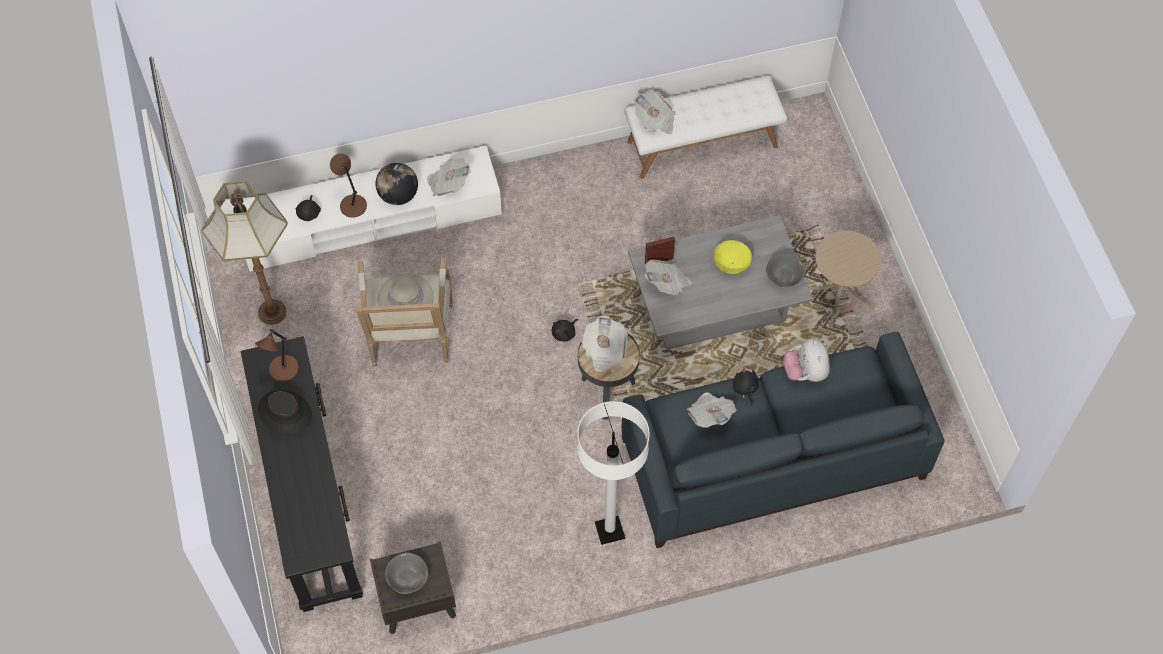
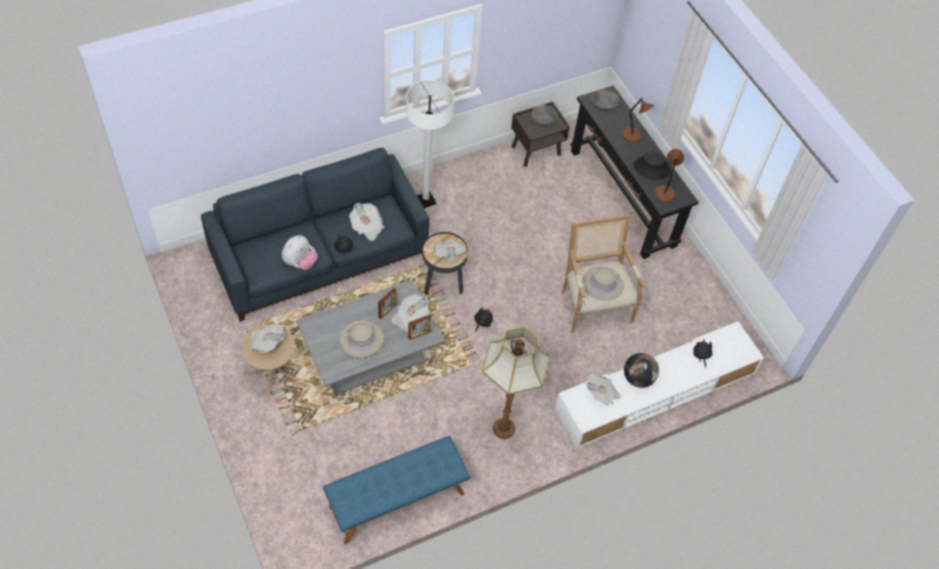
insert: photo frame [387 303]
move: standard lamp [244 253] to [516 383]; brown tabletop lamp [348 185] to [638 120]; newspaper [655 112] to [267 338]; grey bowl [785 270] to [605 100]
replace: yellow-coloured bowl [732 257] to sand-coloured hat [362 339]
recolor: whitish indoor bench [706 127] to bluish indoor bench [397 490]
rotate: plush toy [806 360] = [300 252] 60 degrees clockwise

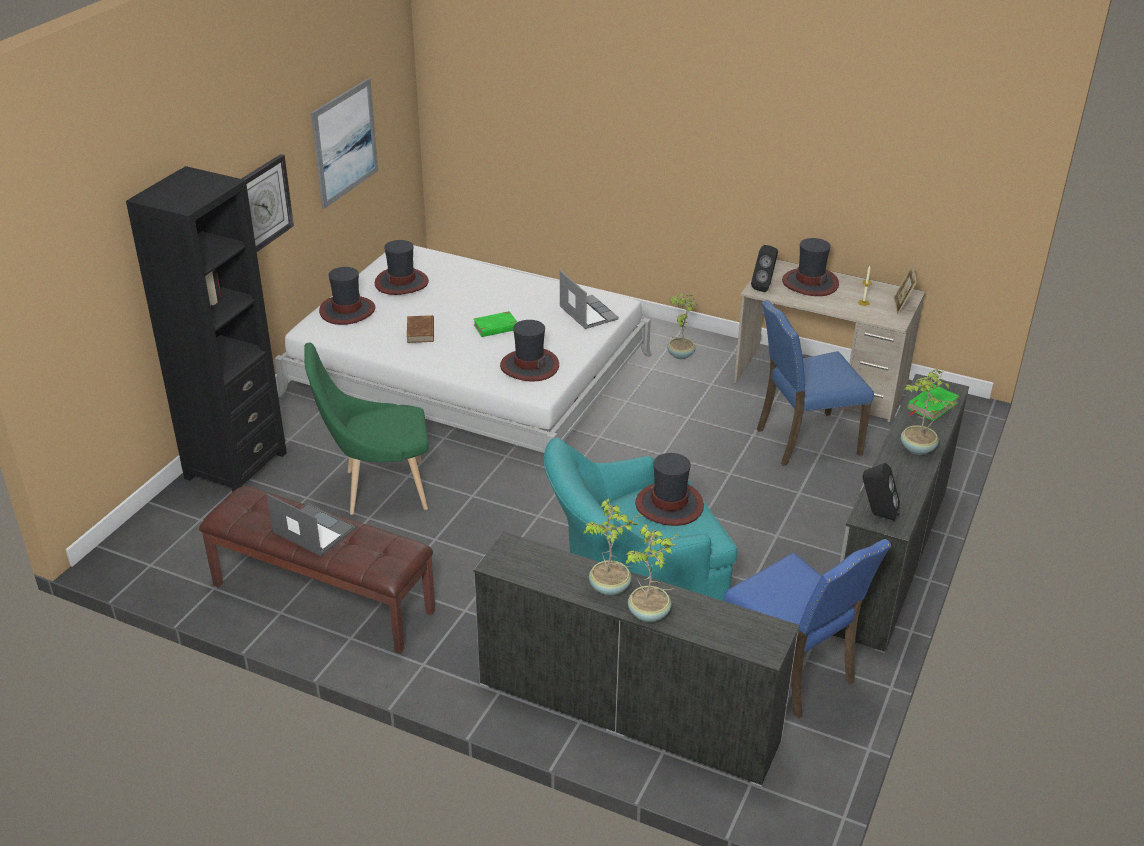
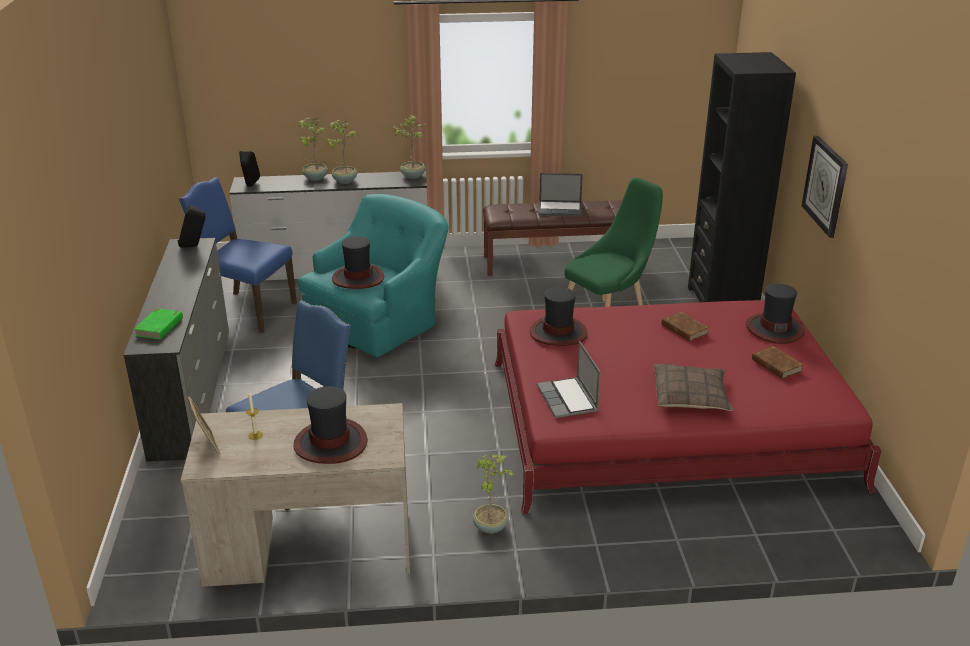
delete: wall art [344 143]; greenish volume [495 324]
insert: cushion [693 387]
move: black-coloured speaker [764 268] to [249 169]; plant in a pot [927 411] to [410 147]
replace: hat [402 267] to brown volume [778 363]
recolor: whitish bedroom bed [463 349] to reddish bedroom bed [688 407]
rotate: portable computer [589 299] = [569 379] 45 degrees clockwise

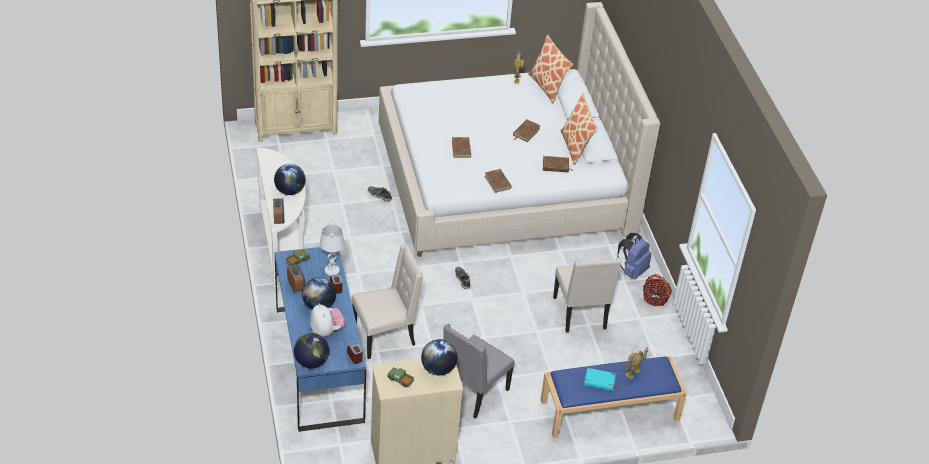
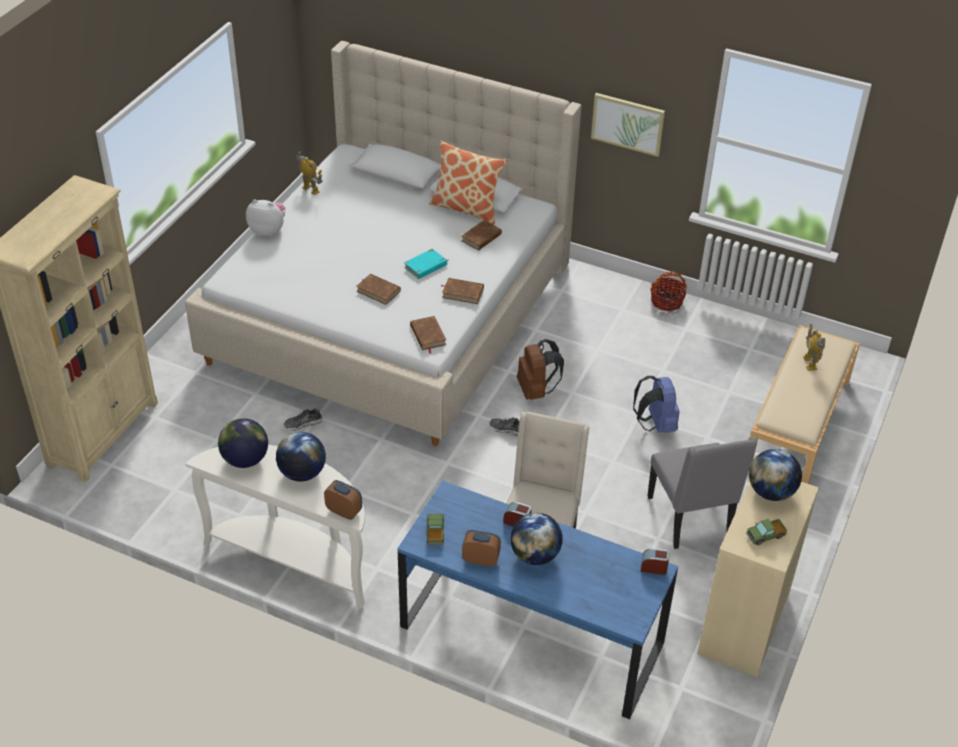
delete: whitish tabletop lamp [332 250]; cushion [550 69]; sand-coloured plain chair [587 295]
insert: brown knapsack [540 369]; wall art [628 125]
move: globe [311 350] to [243 443]; plush toy [327 320] to [266 218]; brown volume [527 130] to [428 335]; turquoise volume [601 379] to [426 264]; bluish knapsack [634 256] to [656 404]
recolor: bluish indoor bench [614 397] to sand-coloured indoor bench [804 404]

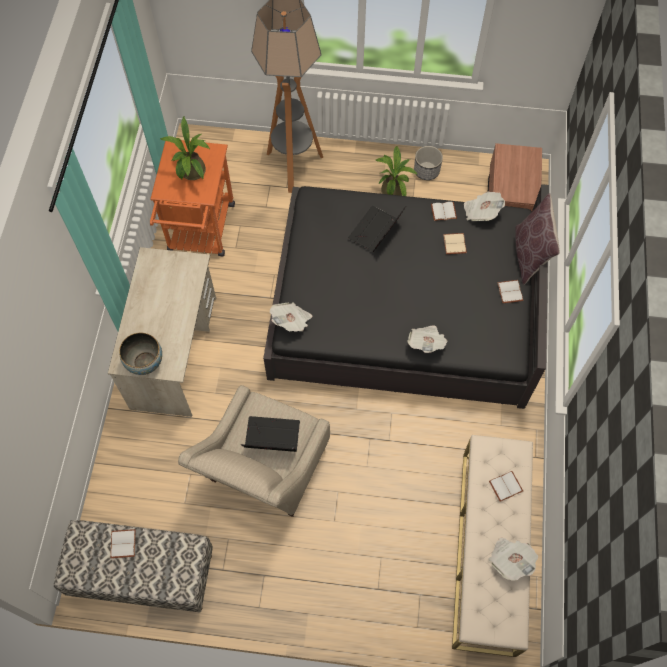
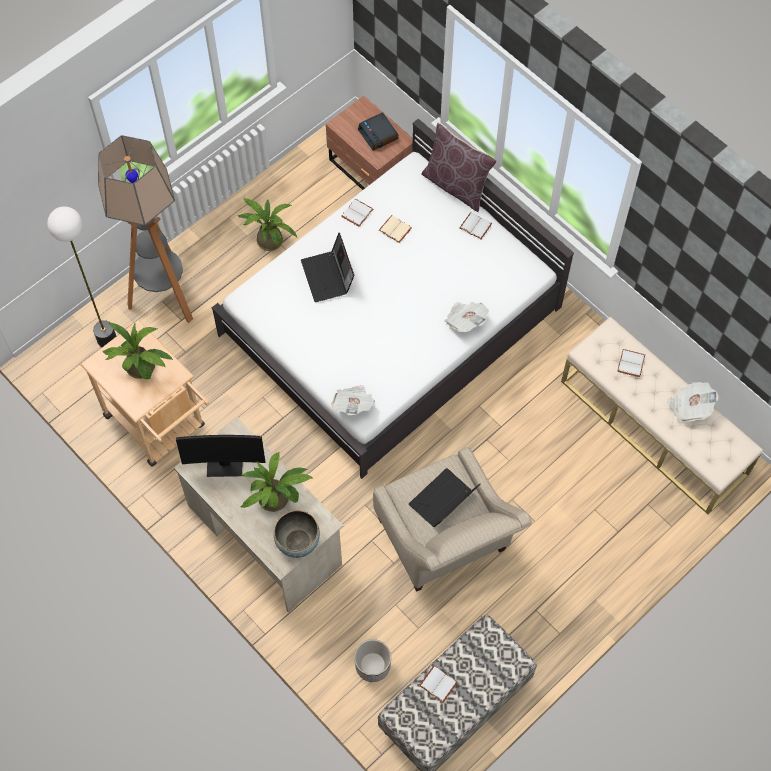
delete: newspaper [484 206]
insert: standard lamp [81 276]; monitor [220 456]; plant in a pot [277 482]; bedside clock [378 131]
move: planter [428 163] to [372 660]
recolor: orangey trolley [192 198] to sand-coloured trolley [144 393]; black-coloured bedroom bed [406 296] to whitish bedroom bed [393 299]

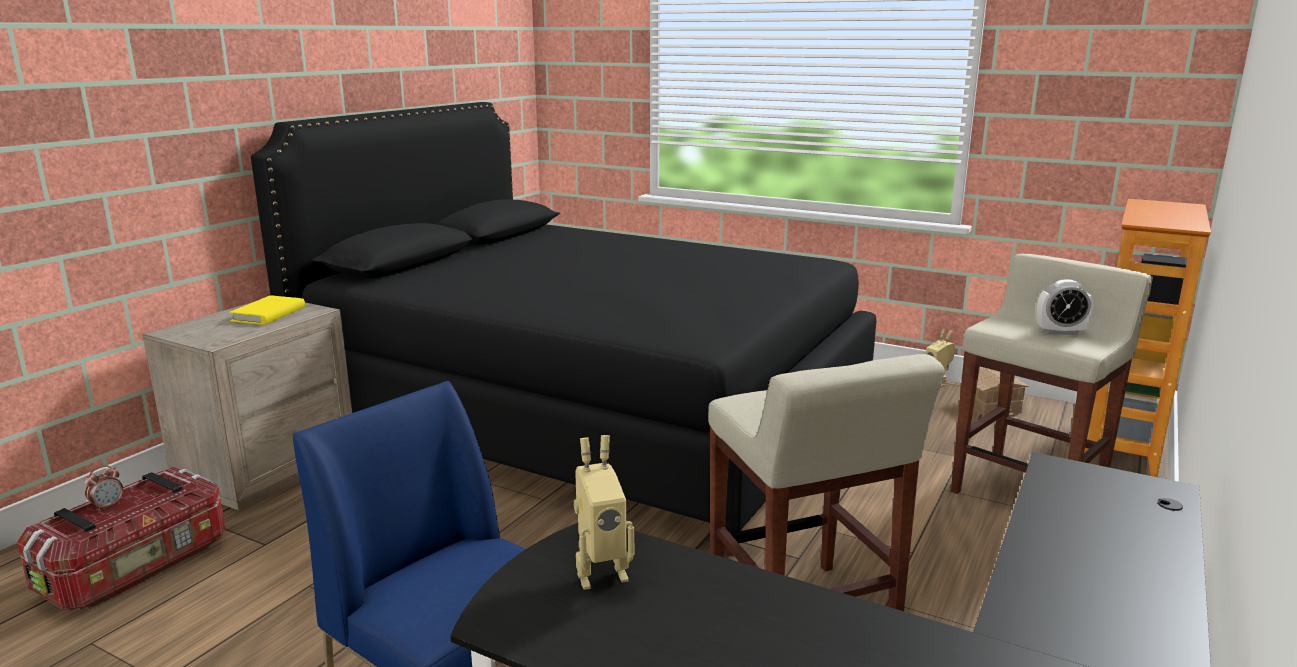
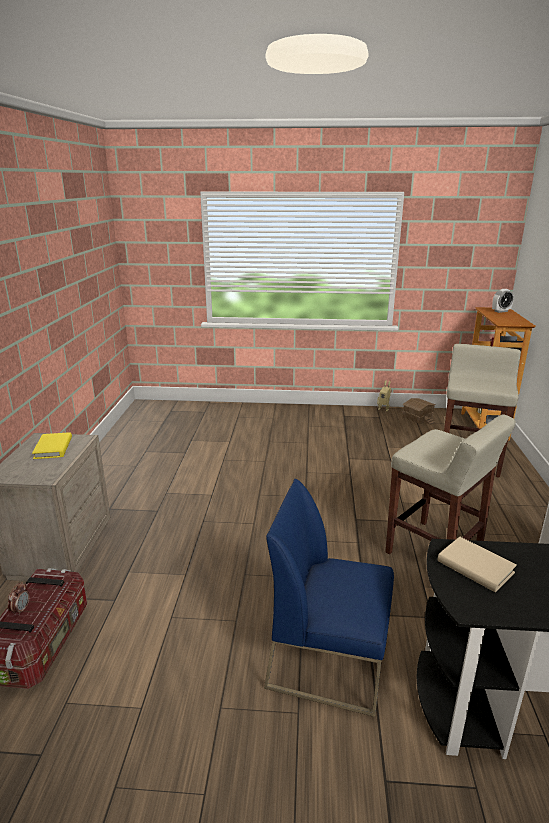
delete: black-coloured bedroom bed [564 329]
move: bedside clock [1065 307] to [503 301]
replace: model robot [604 512] to sand-coloured volume [477 565]

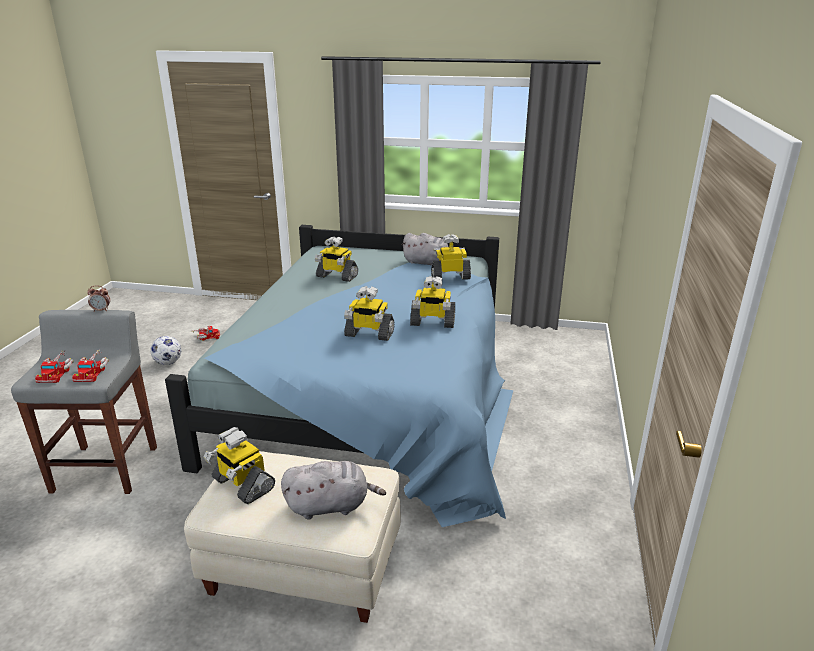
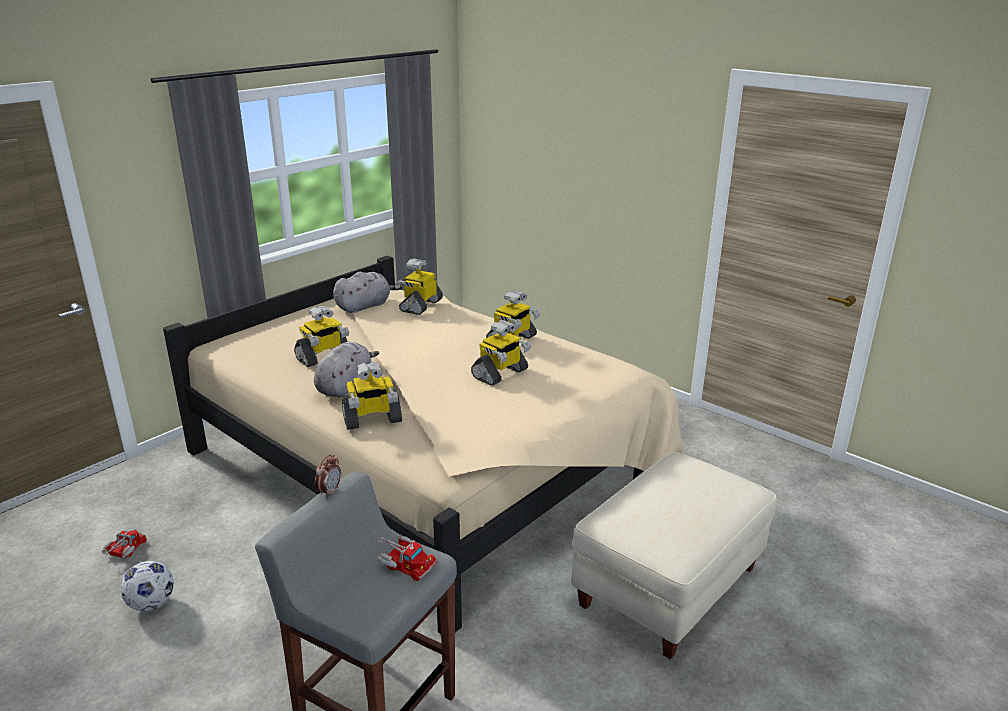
delete: toy lorry [54 366]
move: model robot [239 465] to [372 396]; grey plush toy [333 490] to [346 369]
recolor: bluish bedroom bed [339 376] to sand-coloured bedroom bed [423 445]

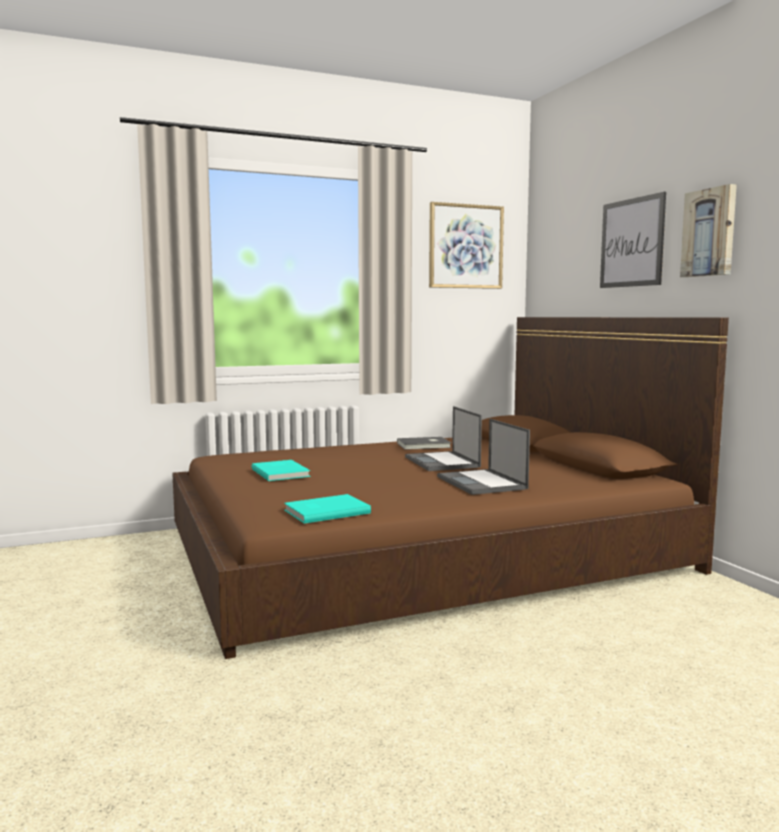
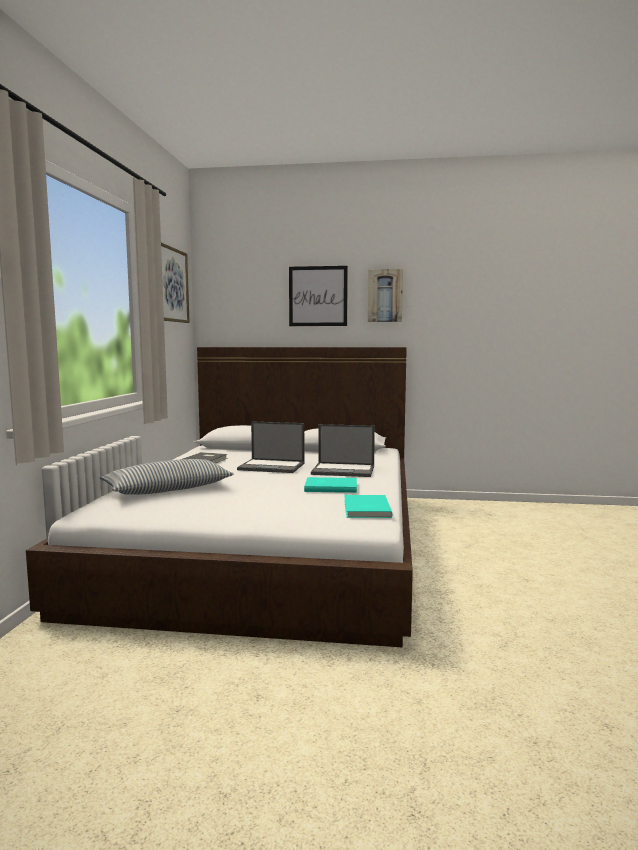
insert: cushion [167 477]
move: turquoise volume [280 470] to [330 485]
recolor: brown bedroom bed [450 488] to whitish bedroom bed [219 497]

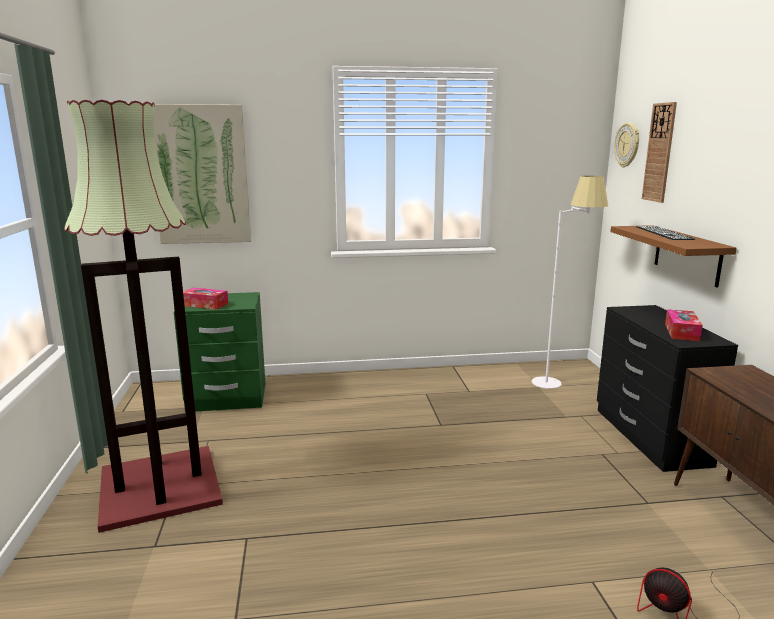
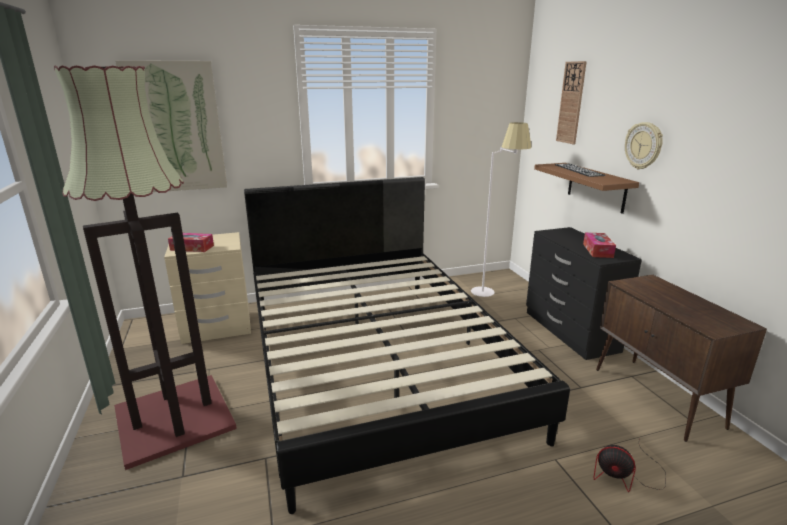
insert: black-coloured bedroom bed [407 345]
move: wall clock [626 145] to [644 145]
recolor: greenish night table [219 352] to sand-coloured night table [207 288]

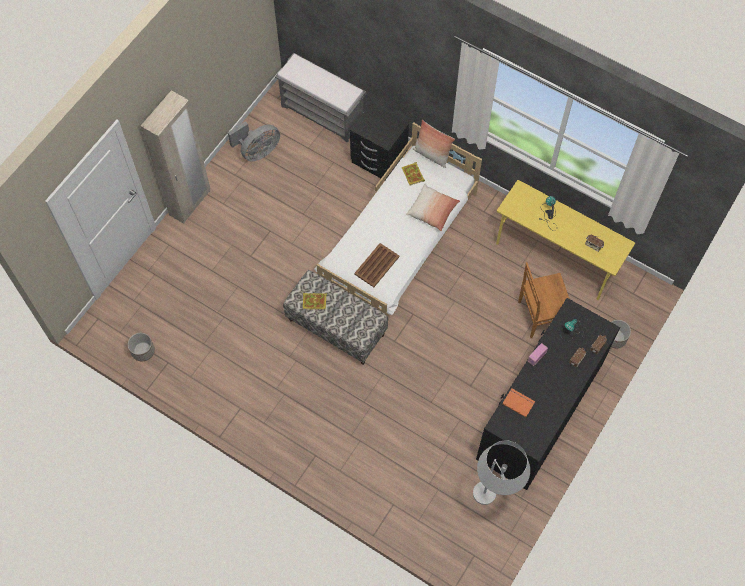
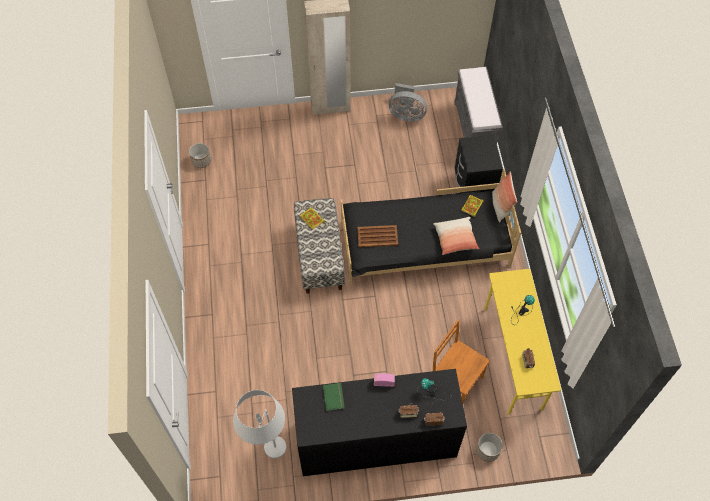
recolor: whitish bedroom bed [398 219] to black-coloured bedroom bed [431 227]; orangey volume [518 402] to greenish volume [334 397]

